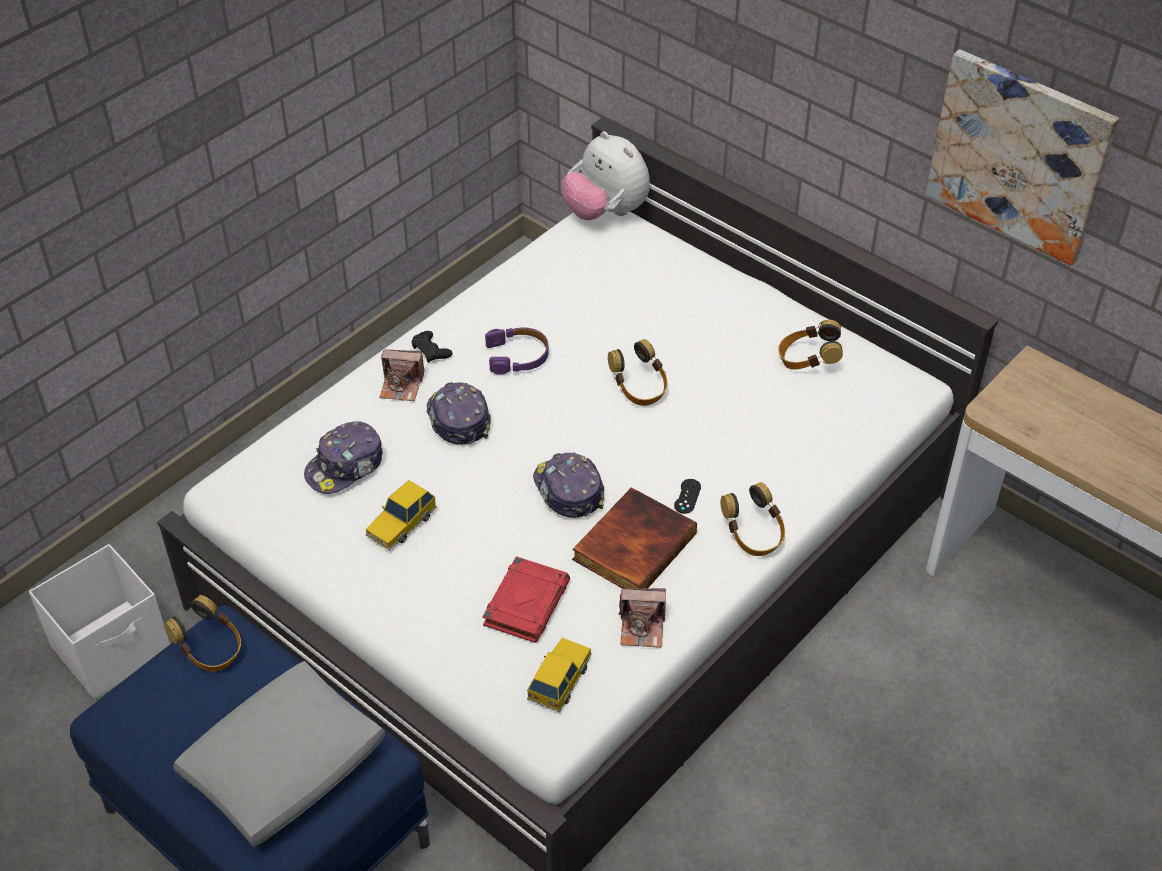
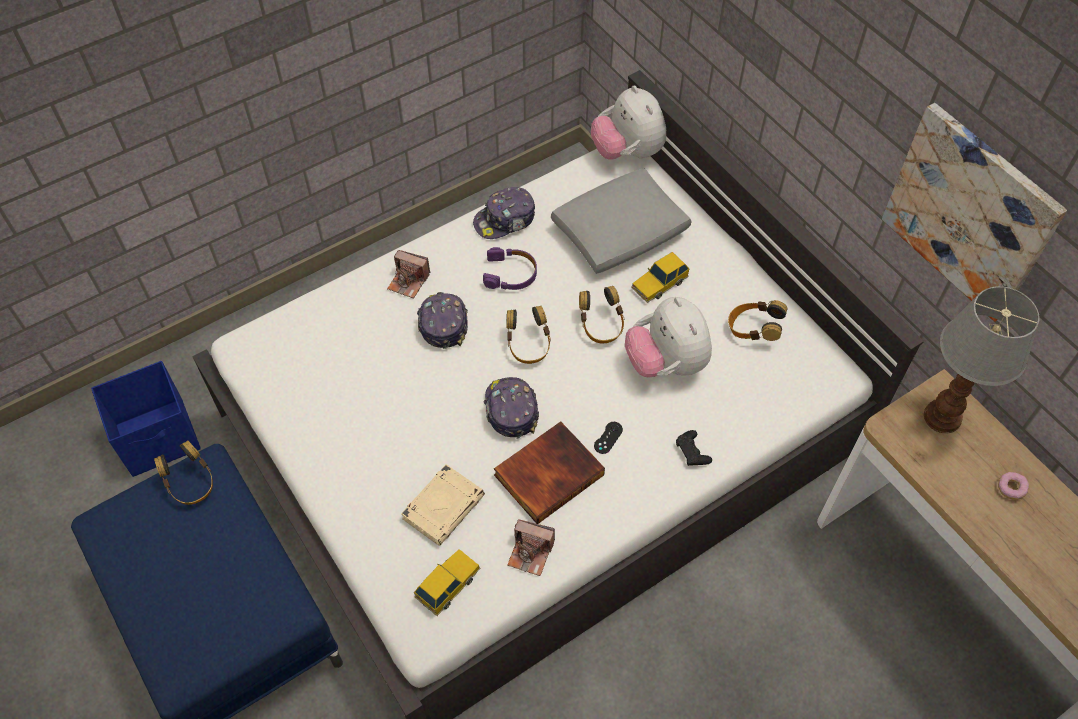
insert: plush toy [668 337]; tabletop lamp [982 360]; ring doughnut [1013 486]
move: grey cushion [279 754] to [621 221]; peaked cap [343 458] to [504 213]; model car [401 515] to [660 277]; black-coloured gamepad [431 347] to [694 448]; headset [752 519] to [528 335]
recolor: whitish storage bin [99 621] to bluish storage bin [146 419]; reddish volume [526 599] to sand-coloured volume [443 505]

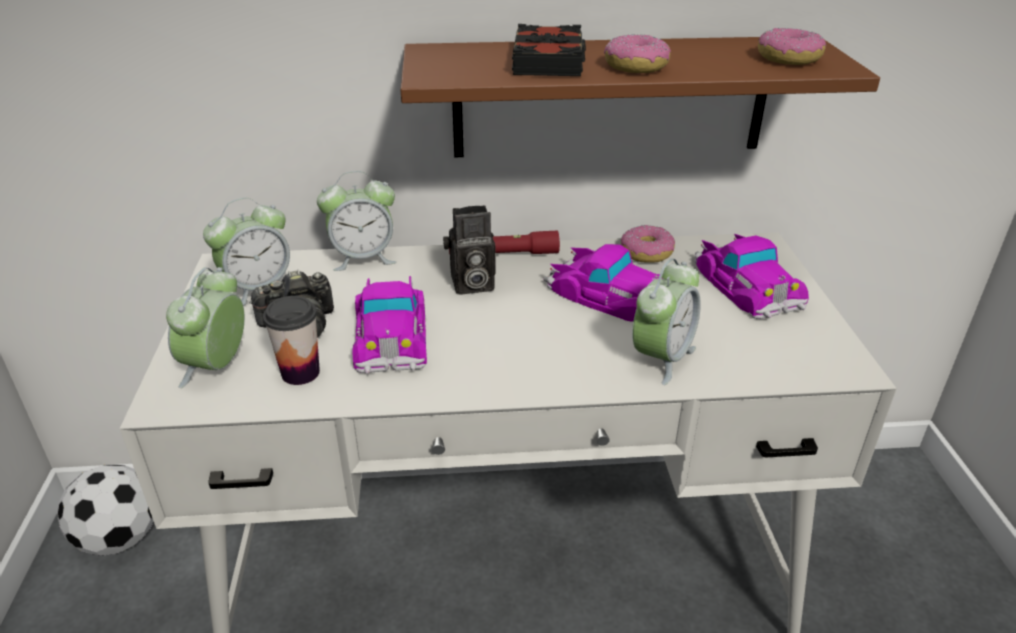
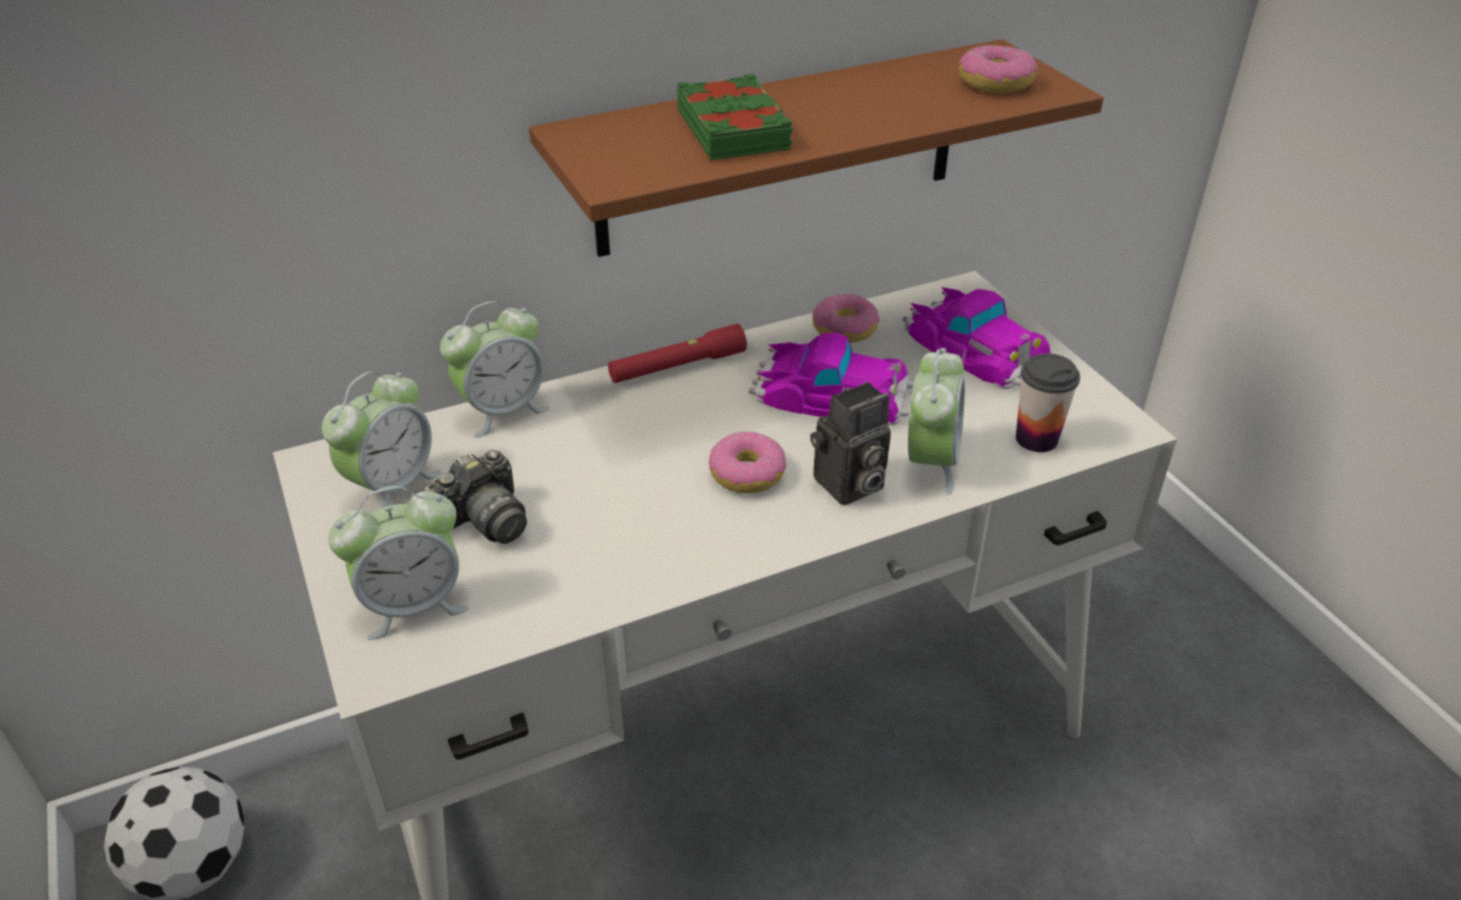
delete: model car [389 325]
move: cup [291 340] to [1048 402]; still camera [469 249] to [850 443]; ring doughnut [637 53] to [747 462]
recolor: black-coloured volume [549 50] to greenish volume [734 117]
rotate: bedside clock [205 327] = [398 563] 105 degrees counterclockwise

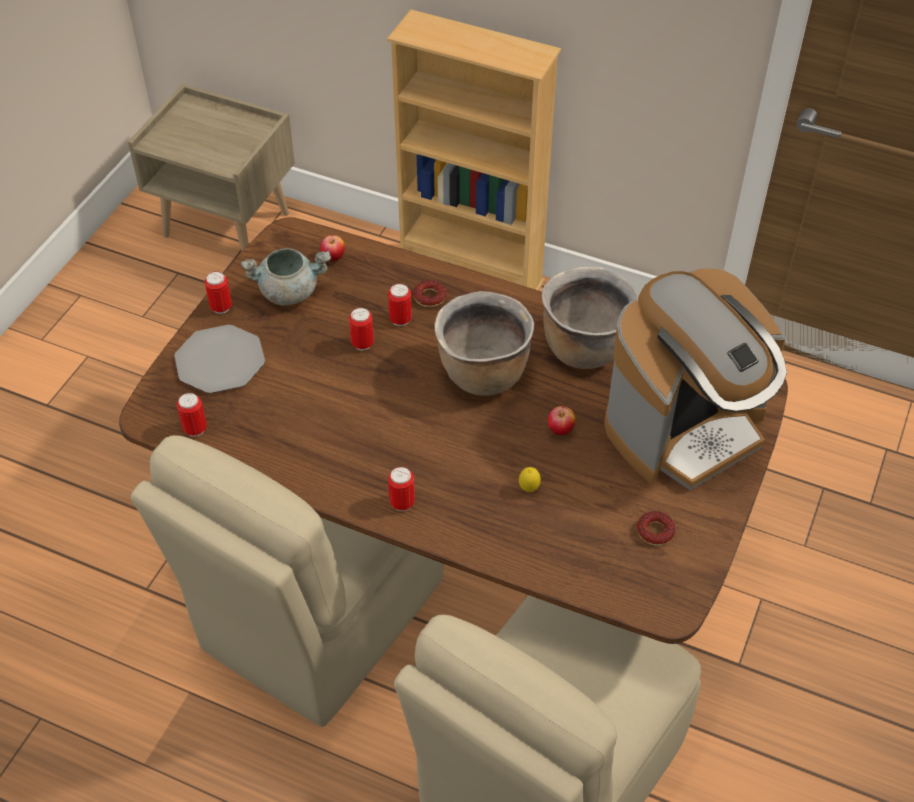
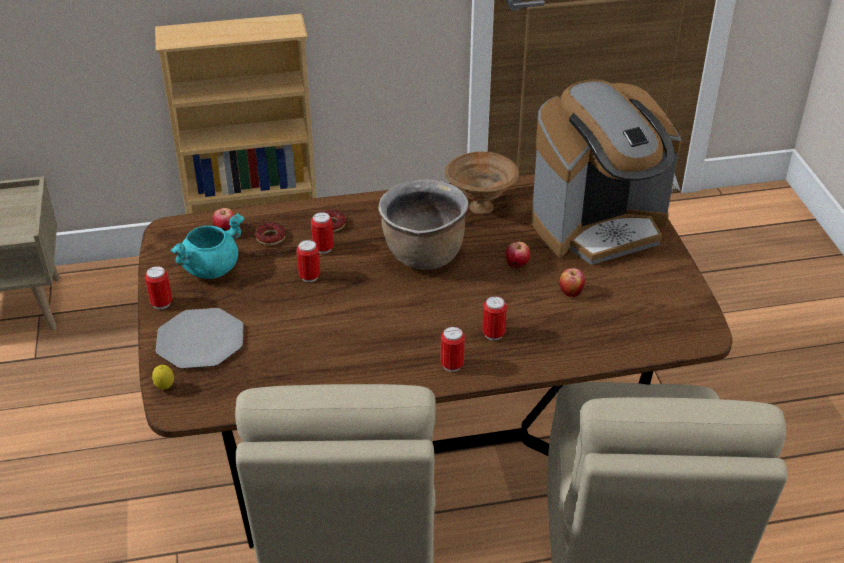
insert: apple fruit [572 282]
move: sealed can [192 415] to [494 318]; citrus fruit [530 479] to [163 377]; ring doughnut [656 528] to [270 233]
replace: brown stockpot [590 318] to brown bowl [481 183]
recolor: grey stockpot [286 276] to turquoise stockpot [207 246]
rotate: coffee brewer [695 379] = [606 172] 45 degrees clockwise

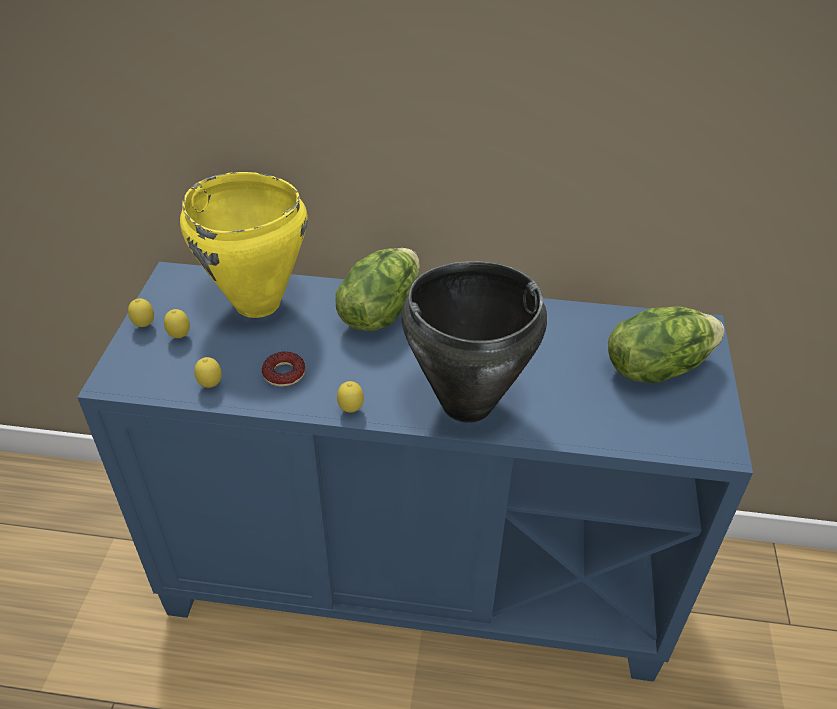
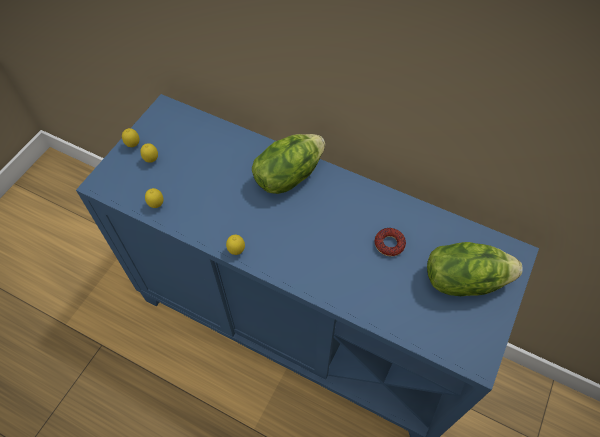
delete: yellow-coloured stockpot [244 245]; black-coloured stockpot [474 342]
move: ring doughnut [284 369] to [390 242]

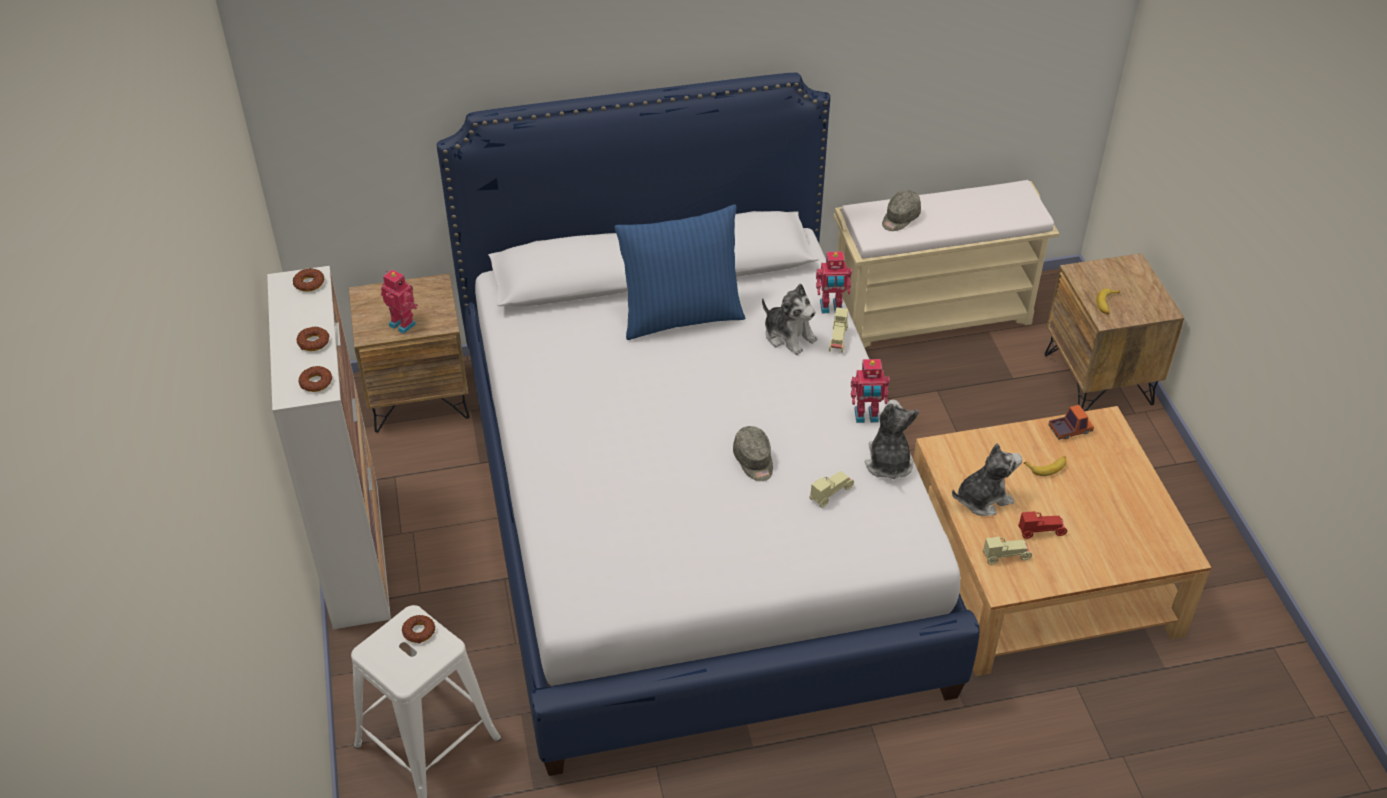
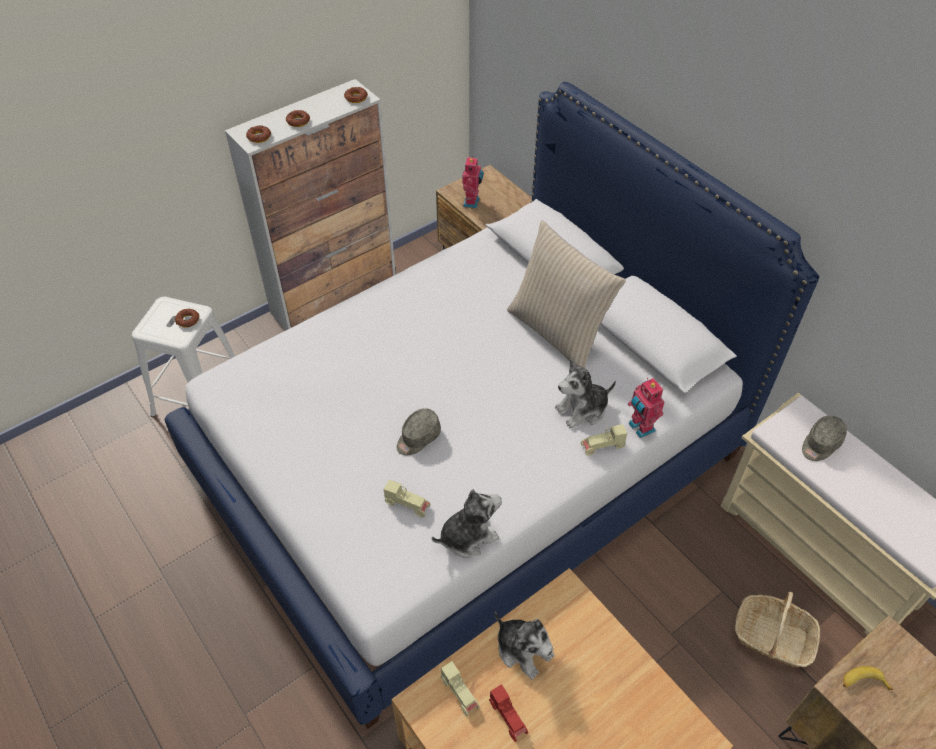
delete: model robot [870 391]; banana fruit [1044 466]; toy lorry [1071 422]
insert: household basket [777 629]
recolor: bluish cushion [679 272] to sand-coloured cushion [566 293]
rotate: plush toy [790 319] = [585 394] 45 degrees clockwise; grey peaked cap [901 210] = [824 438] 60 degrees counterclockwise

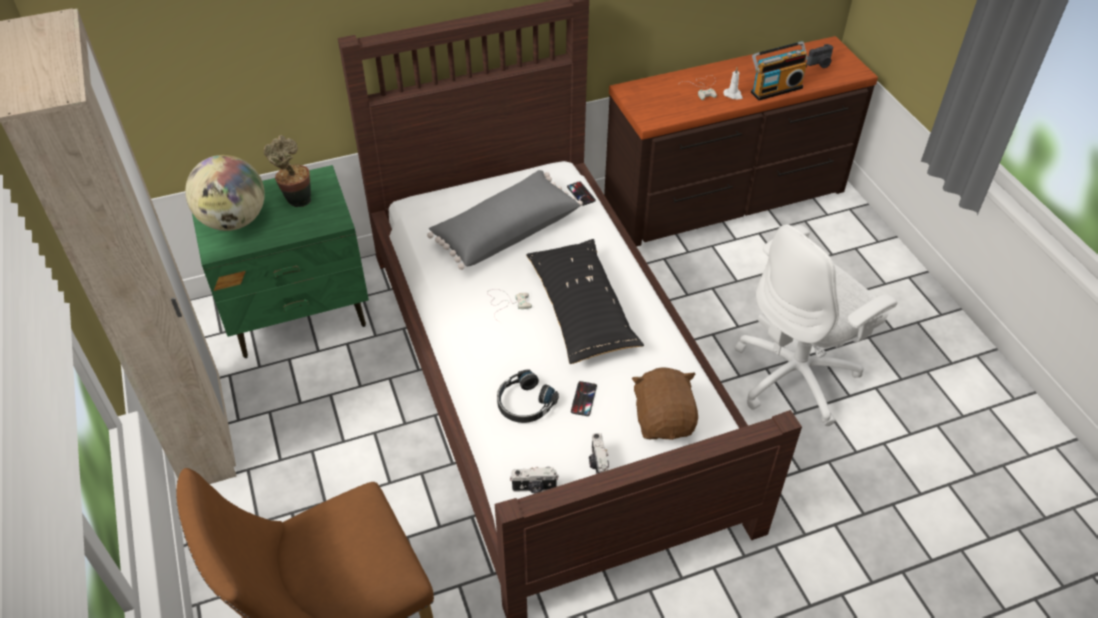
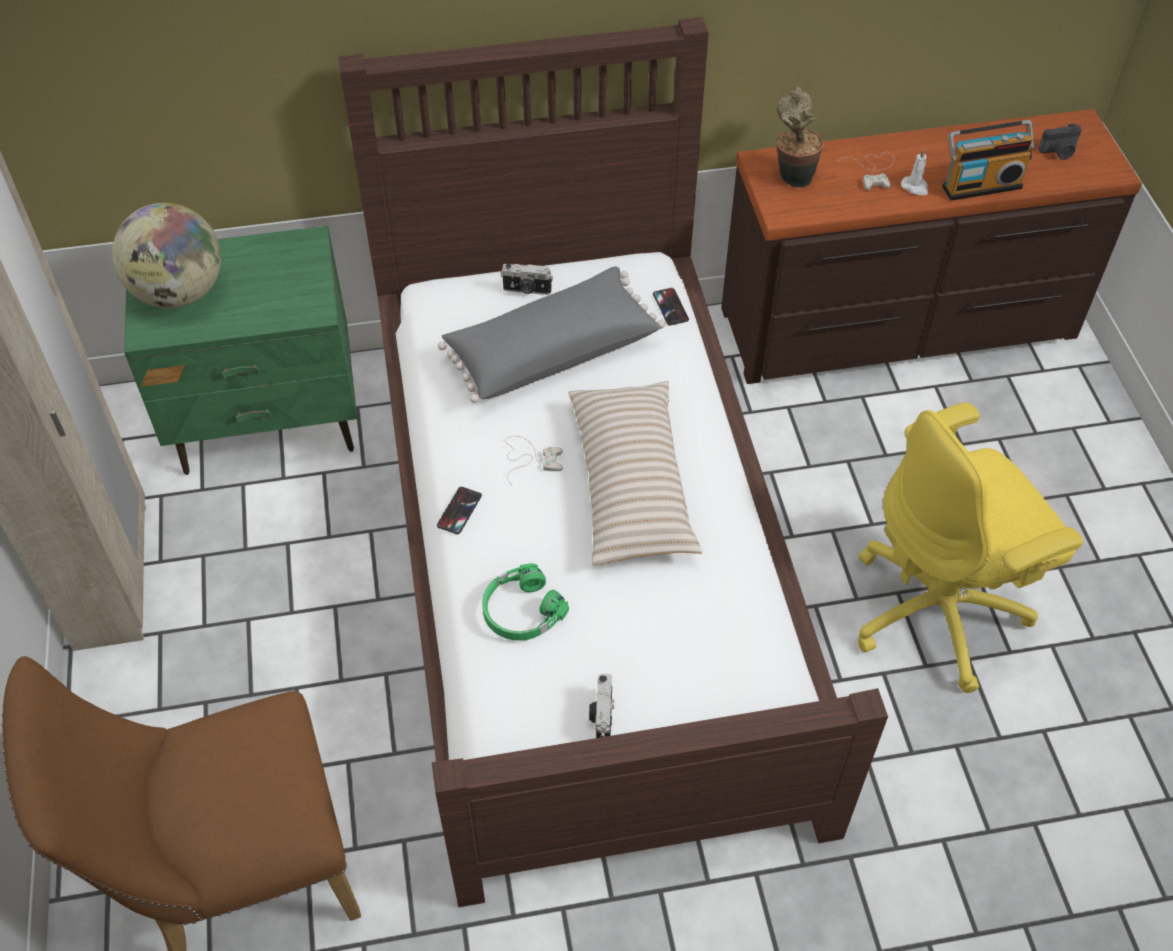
delete: brown plush toy [665 403]
move: plant in a pot [287 171] to [800 137]; still camera [534 480] to [527 279]; telephone [584 398] to [459 510]
recolor: black-coloured headset [528 396] to greenish headset [525 602]; black-coloured cushion [585 301] to sand-coloured cushion [635 473]; whitish office chair [816 325] to yellow-coloured office chair [970 548]

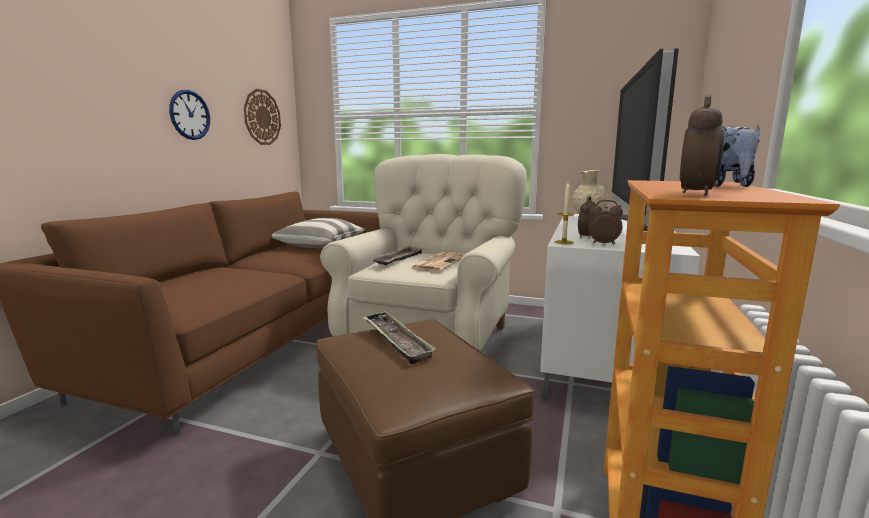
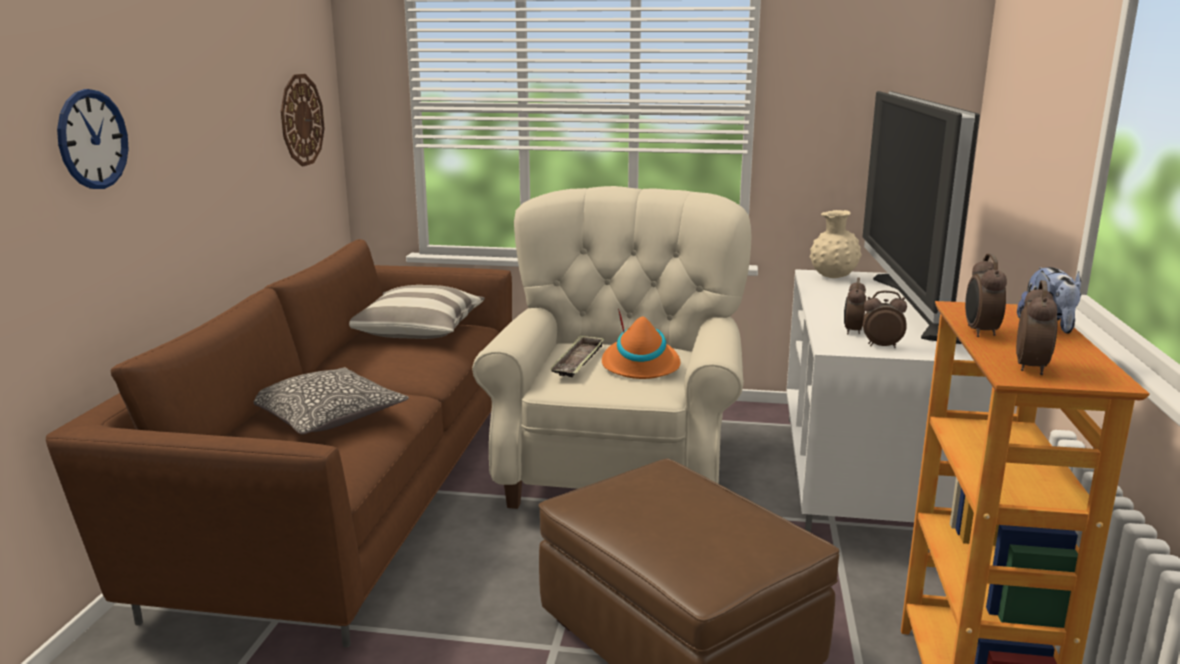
delete: carrying tray [399 337]; candle [564 213]
insert: cushion [331 401]; bedside clock [986 295]
move: wall clock [189 115] to [93 139]
replace: newspaper [438 262] to orangey hat [641 344]

